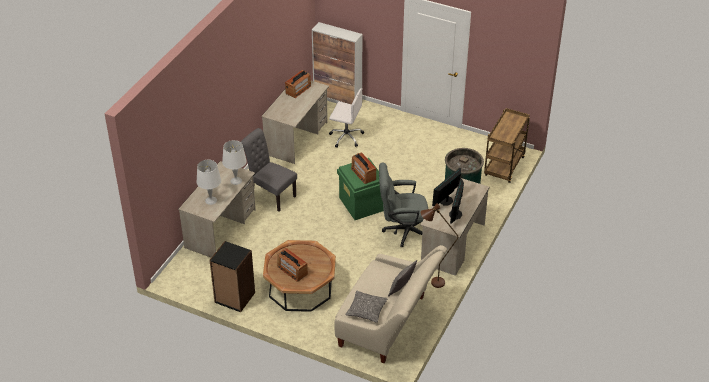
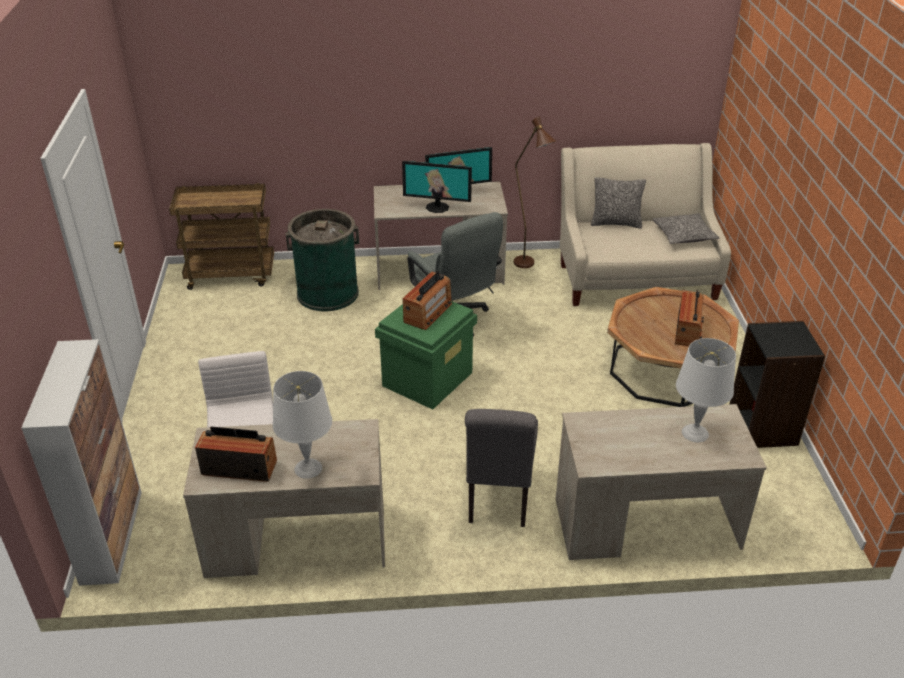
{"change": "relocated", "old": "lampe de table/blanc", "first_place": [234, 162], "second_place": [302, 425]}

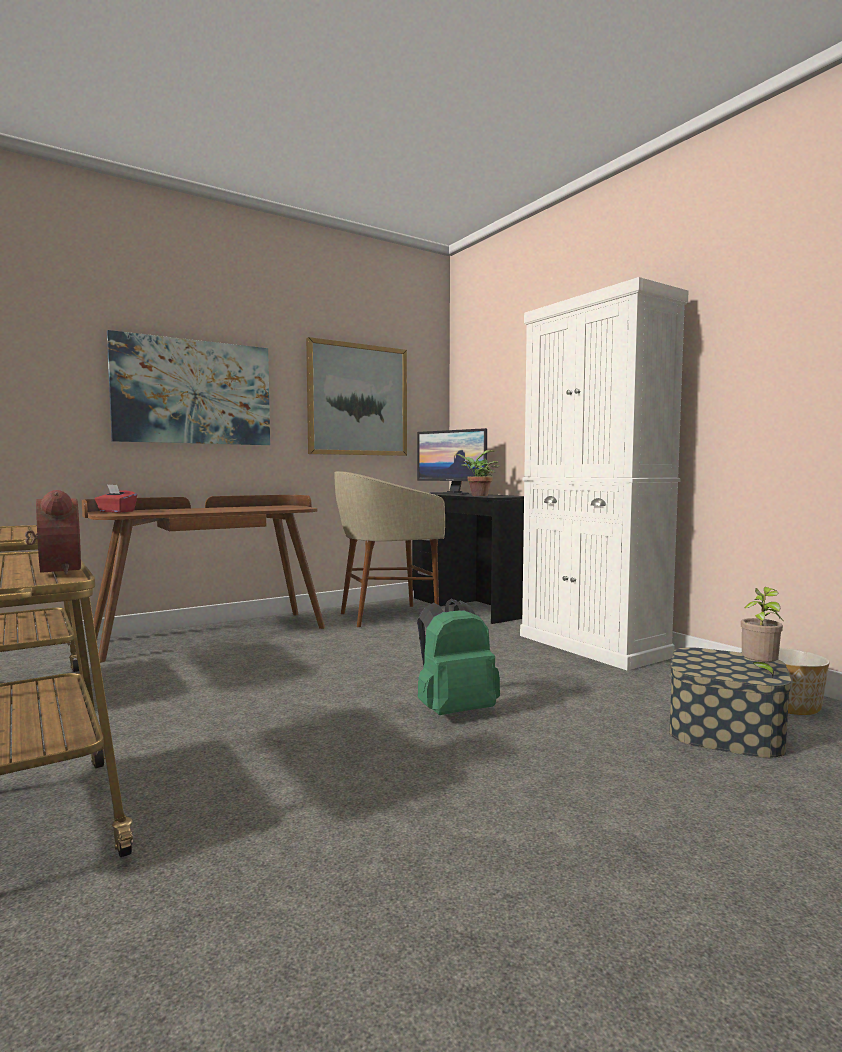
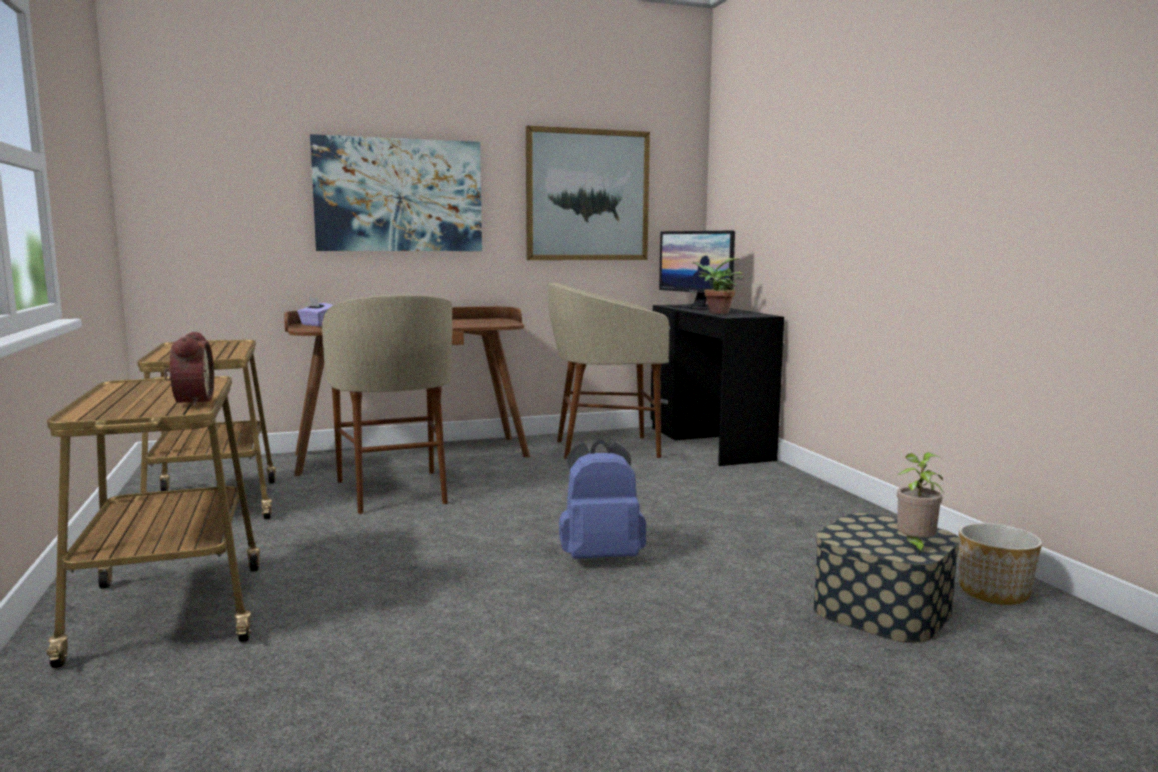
{"change": "missing", "old": "meuble de rangement/blanc", "first_place": [604, 474]}
{"change": "colour", "old": "boîte à mouchoirs/rouge", "new": "boîte à mouchoirs/violet", "first_place": [116, 498], "second_place": [315, 311]}
{"change": "colour", "old": "sac à dos/vert", "new": "sac à dos/bleu", "first_place": [458, 657], "second_place": [602, 499]}
{"change": "appeared", "new": "tabouret/beige", "second_place": [387, 404]}

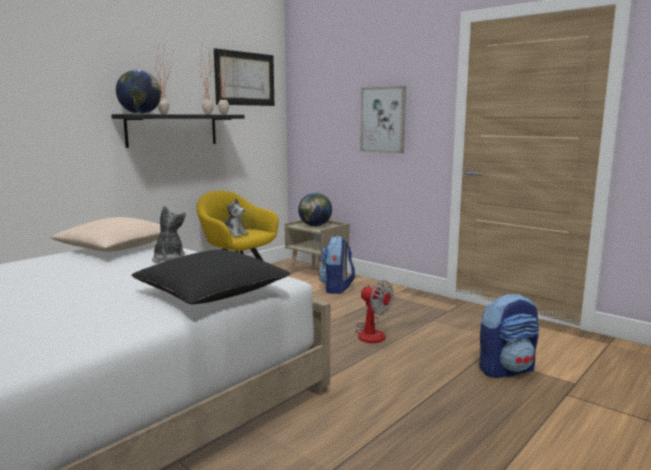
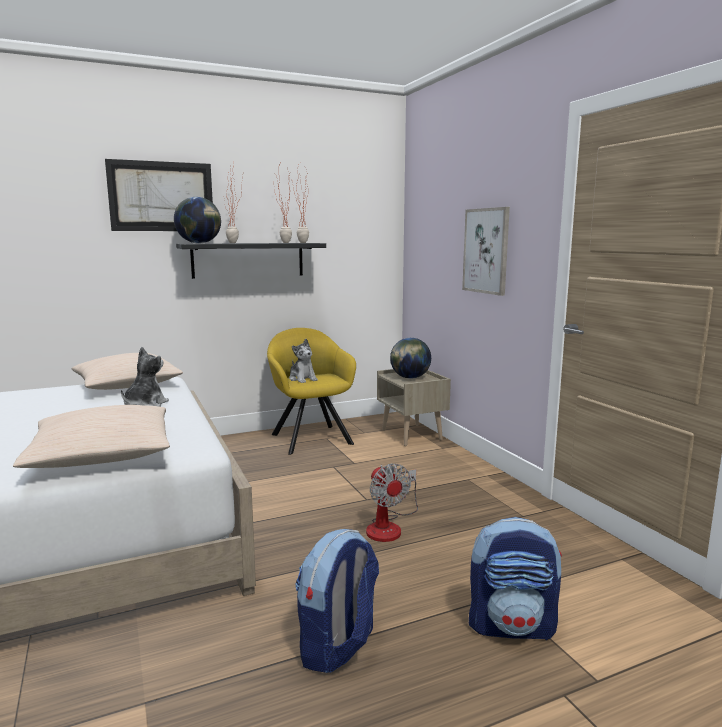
{"change": "relocated", "old": "tableau", "first_place": [244, 77], "second_place": [159, 195]}
{"change": "relocated", "old": "sac à dos", "first_place": [336, 265], "second_place": [337, 601]}
{"change": "colour", "old": "coussin/noir", "new": "coussin/beige", "first_place": [211, 277], "second_place": [91, 436]}

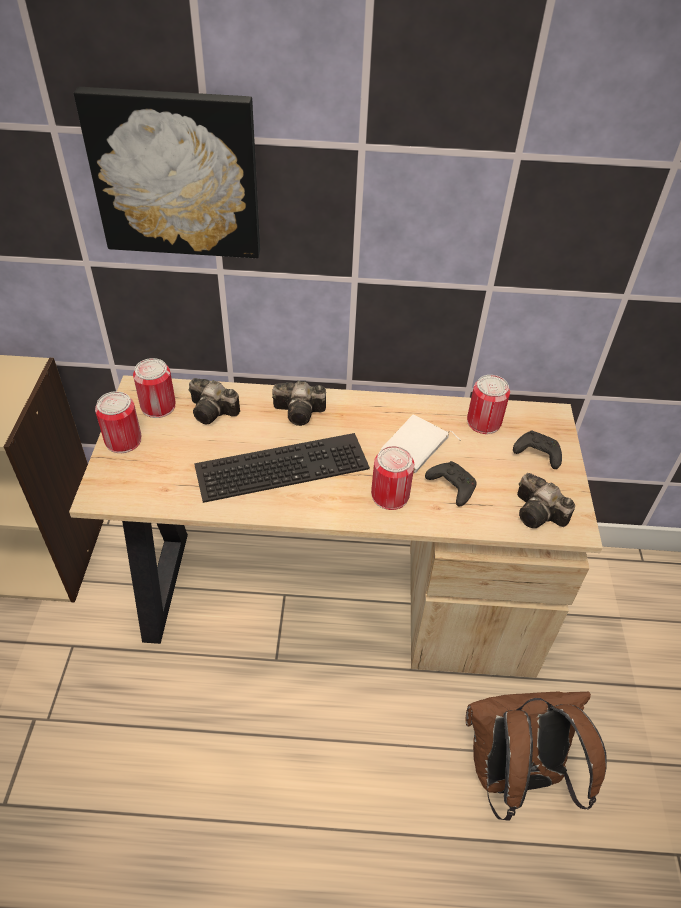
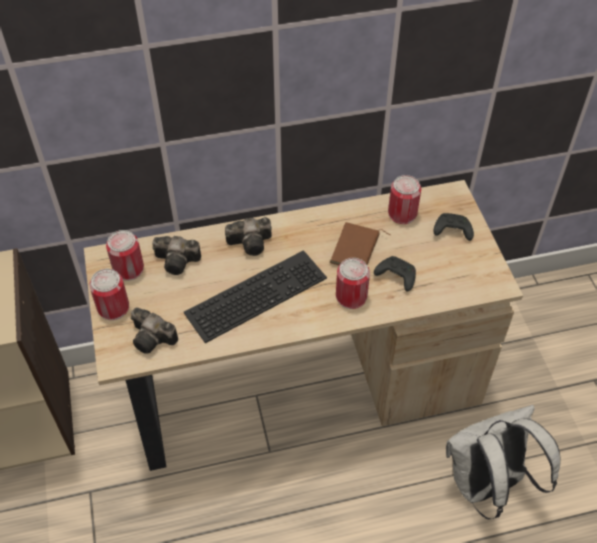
{"change": "missing", "old": "tableau", "first_place": [167, 172]}
{"change": "colour", "old": "livre/blanc", "new": "livre/marron", "first_place": [421, 444], "second_place": [360, 244]}
{"change": "relocated", "old": "appareil photo", "first_place": [546, 500], "second_place": [154, 330]}
{"change": "colour", "old": "sac à dos/marron", "new": "sac à dos/blanc", "first_place": [536, 756], "second_place": [503, 462]}

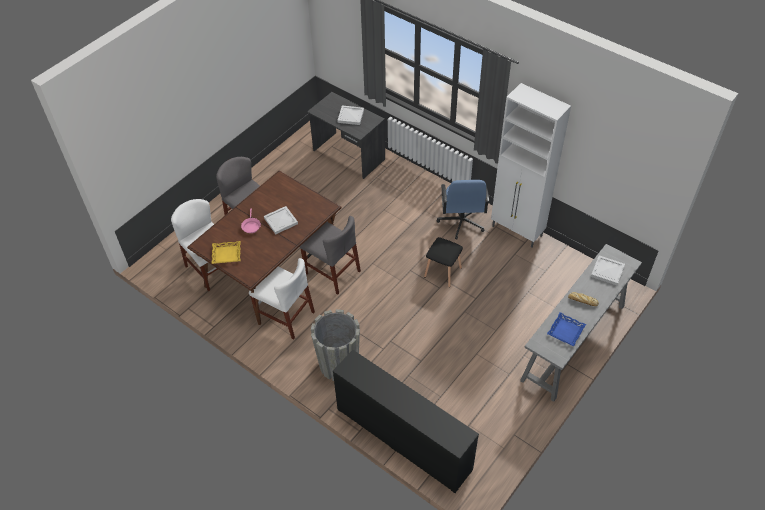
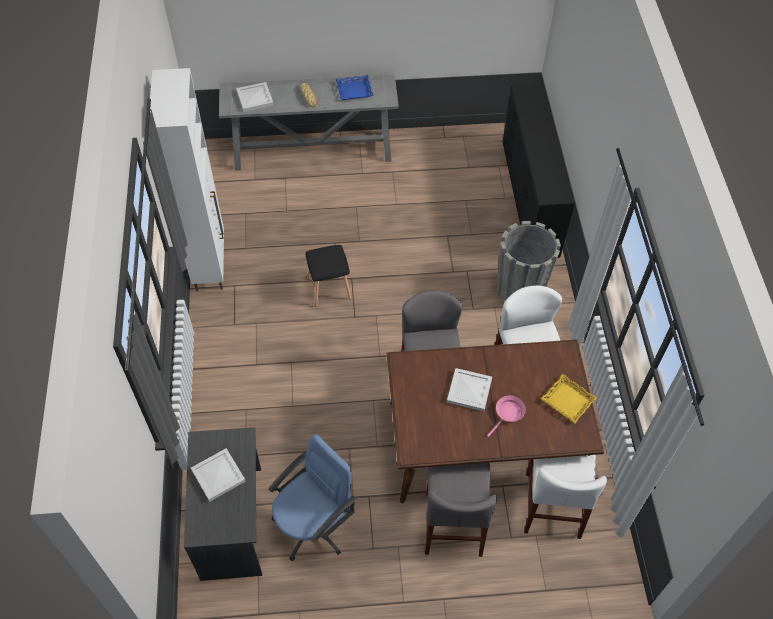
{"change": "relocated", "old": "chaise de bureau/bleu", "first_place": [463, 210], "second_place": [312, 497]}

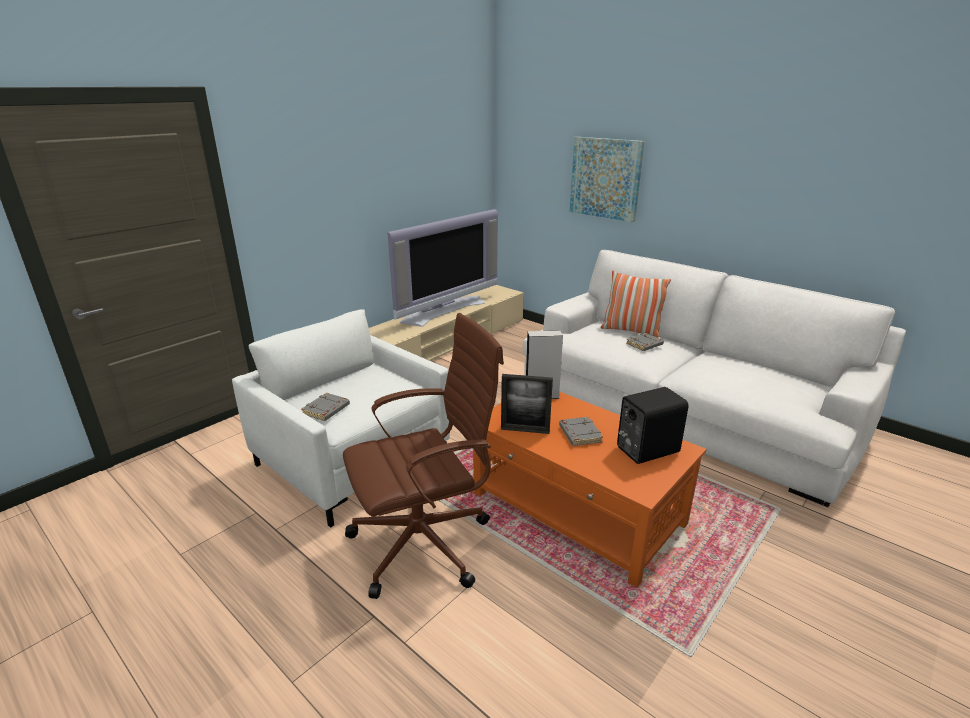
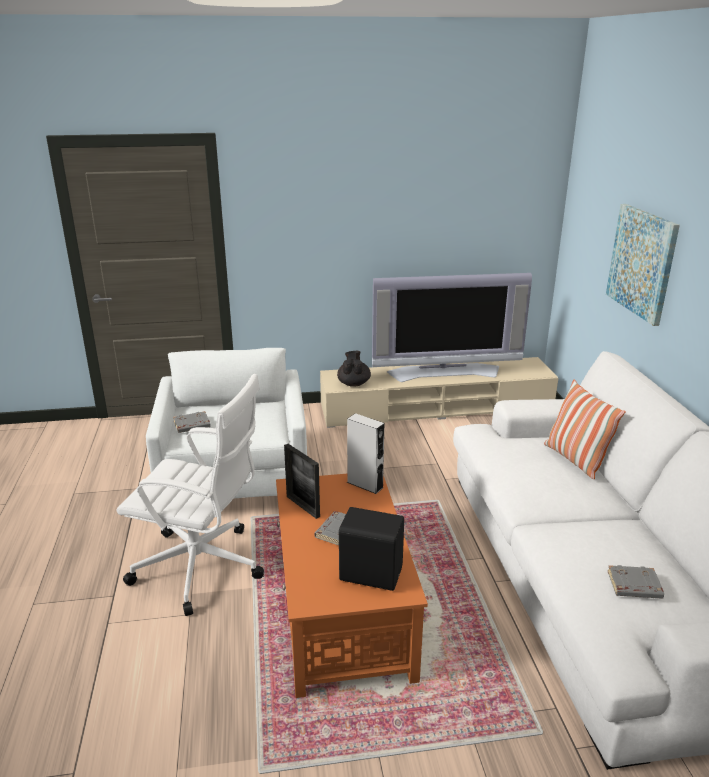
{"change": "colour", "old": "chaise de bureau/marron", "new": "chaise de bureau/blanc", "first_place": [423, 456], "second_place": [190, 495]}
{"change": "relocated", "old": "livre/gris", "first_place": [645, 342], "second_place": [636, 582]}
{"change": "appeared", "new": "théière/noir", "second_place": [354, 369]}

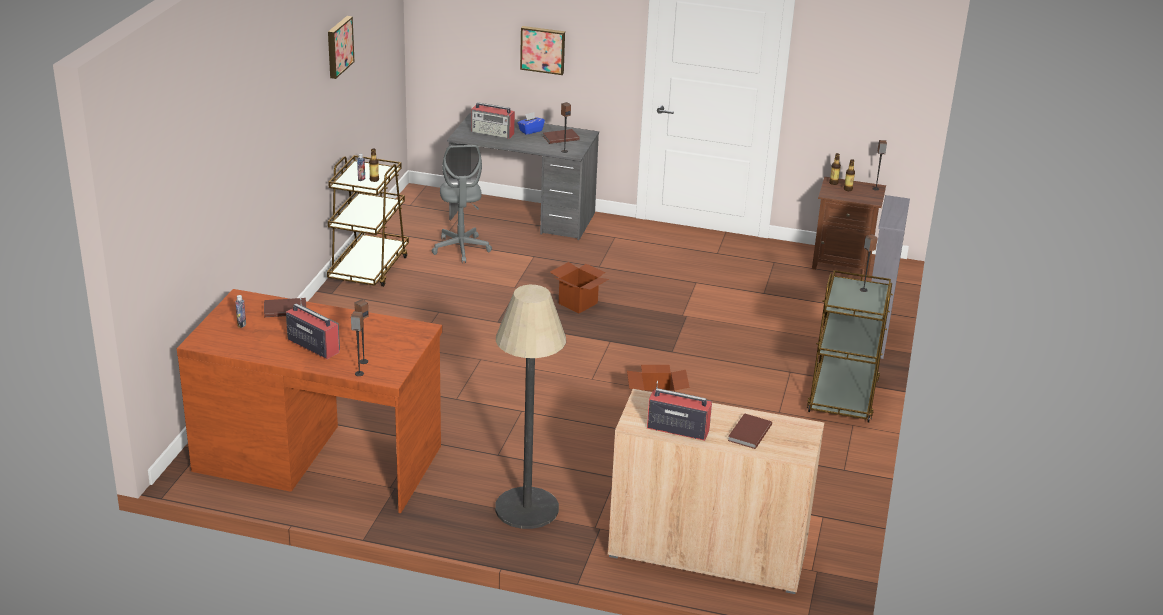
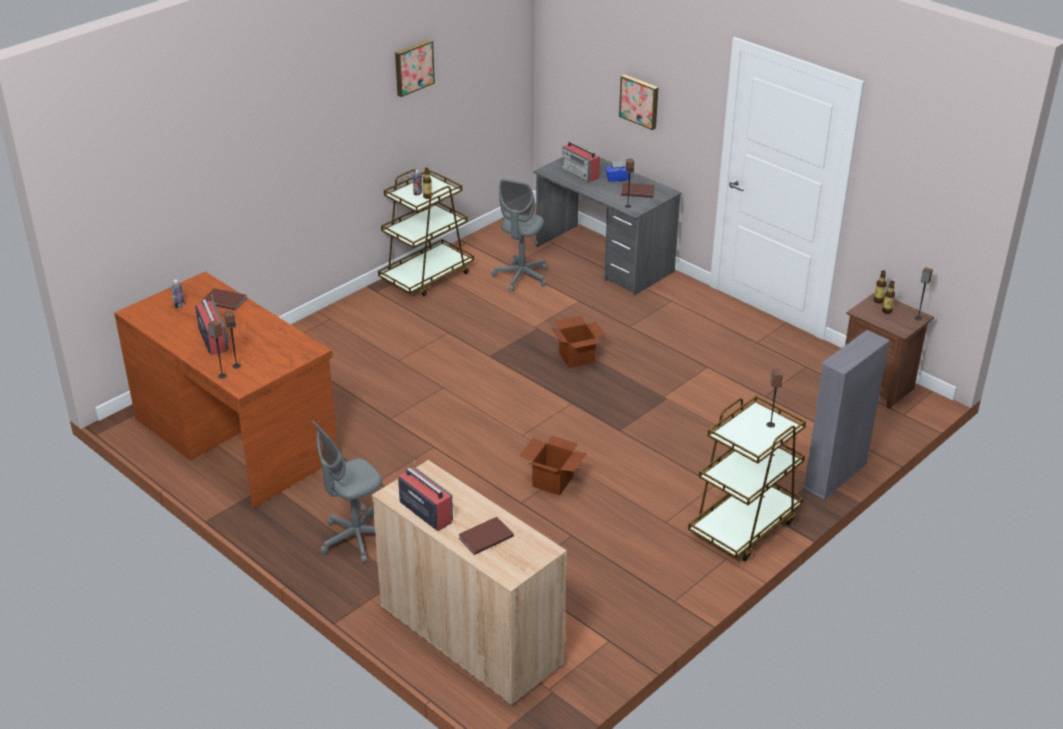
{"change": "exchanged", "old": "lampadaire", "new": "chaise de bureau/gris", "first_place": [530, 407], "second_place": [347, 491]}

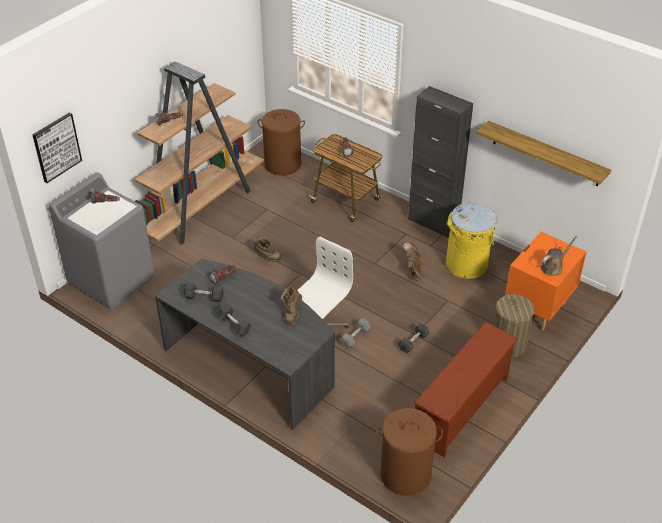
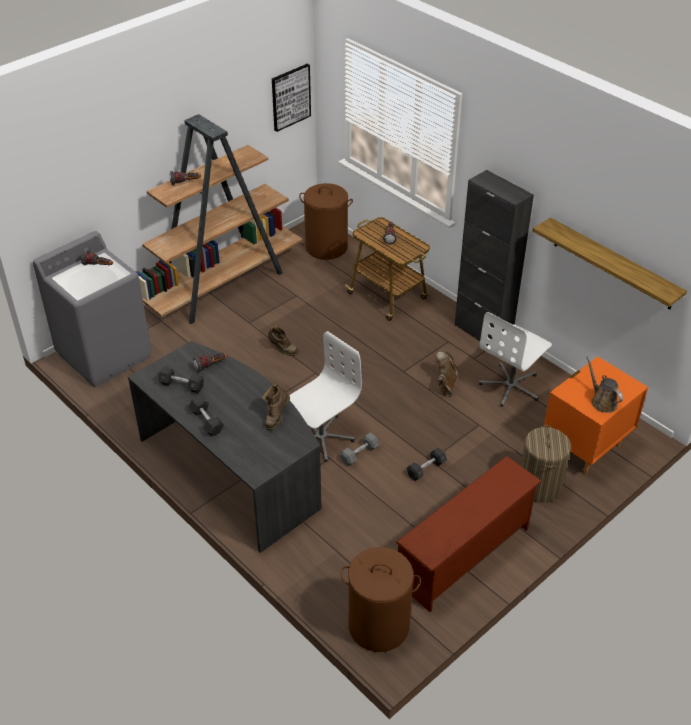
{"change": "relocated", "old": "tableau", "first_place": [57, 147], "second_place": [291, 98]}
{"change": "exchanged", "old": "poubelle/jaune", "new": "chaise de bureau/blanc", "first_place": [471, 241], "second_place": [515, 359]}
{"change": "spun", "old": "arrosoir/marron", "first_place": [559, 256], "second_place": [604, 384], "degrees": -90}

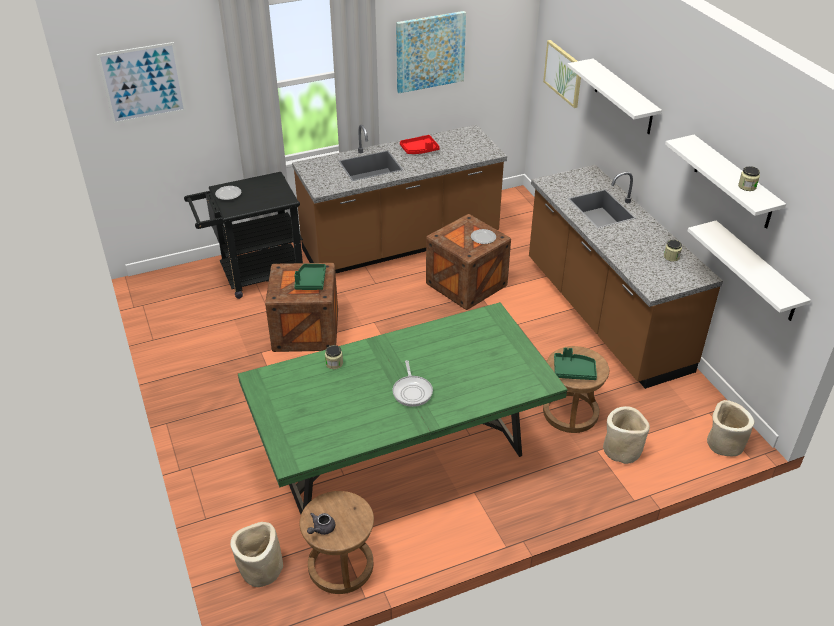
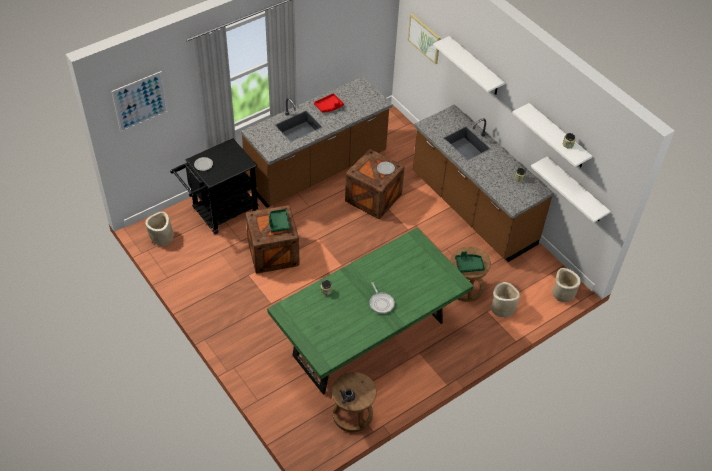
{"change": "missing", "old": "tableau", "first_place": [431, 52]}
{"change": "relocated", "old": "cache-pot/beige", "first_place": [256, 554], "second_place": [159, 229]}

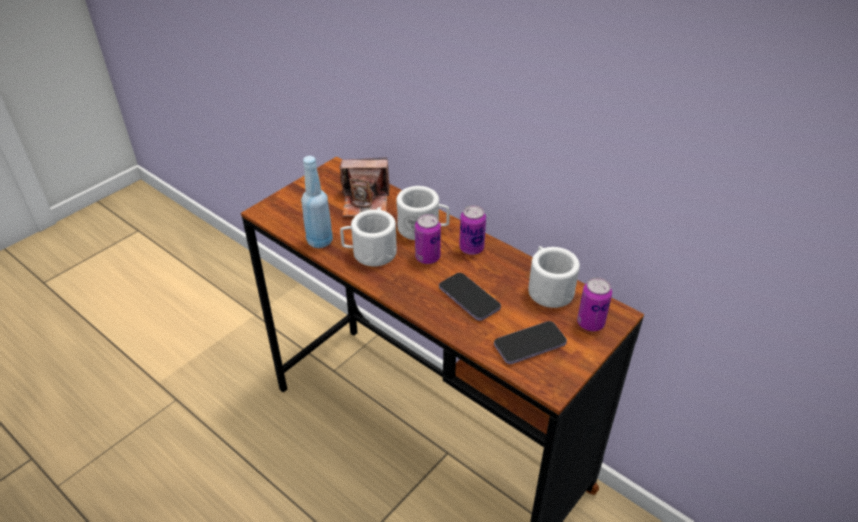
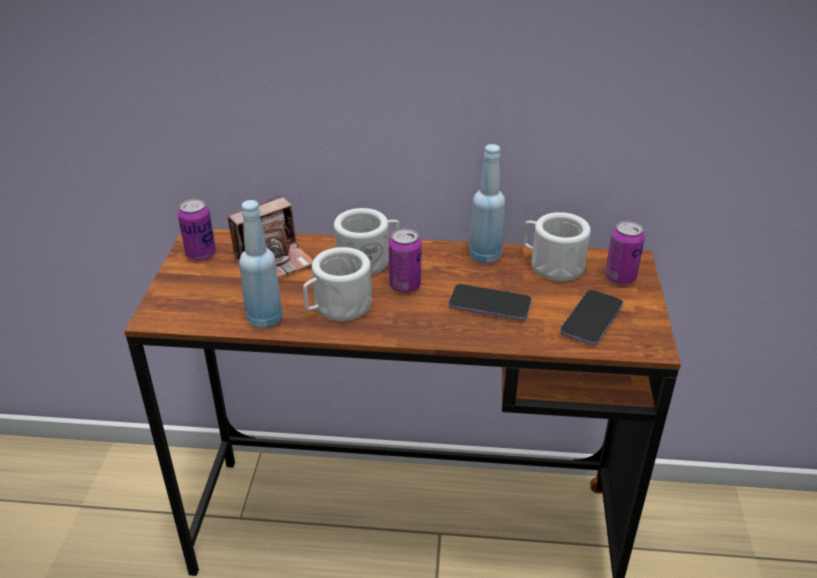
{"change": "relocated", "old": "boîte métallique", "first_place": [472, 230], "second_place": [197, 230]}
{"change": "appeared", "new": "bouteille/bleu", "second_place": [487, 204]}

